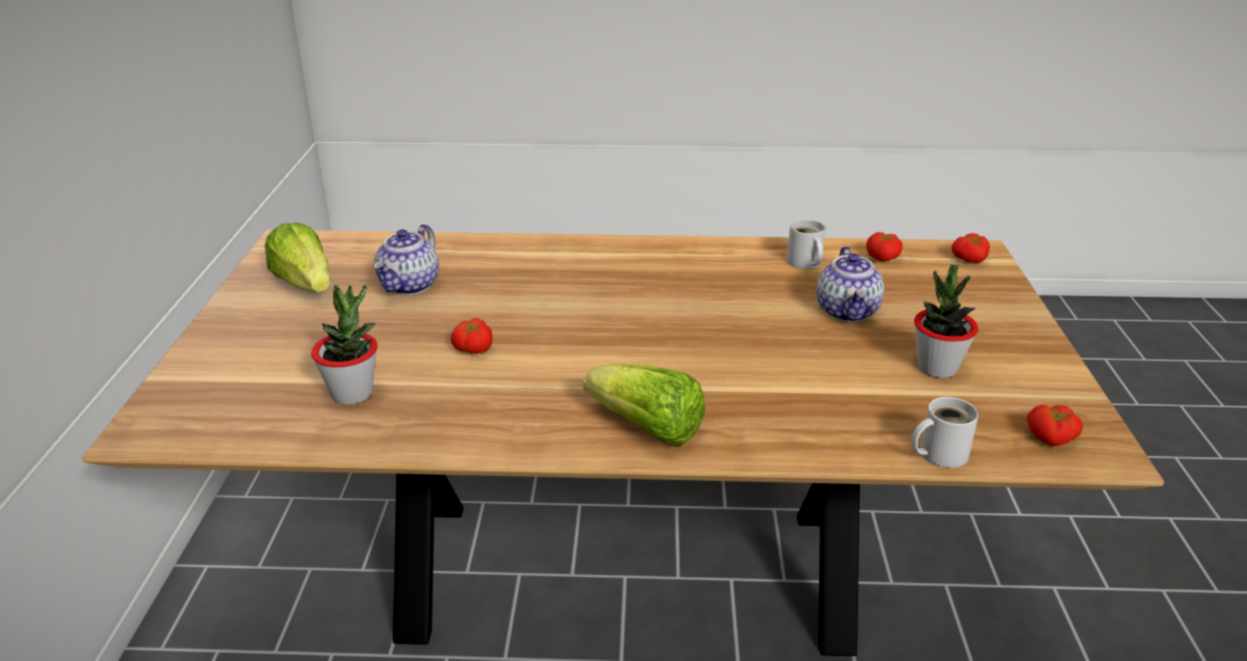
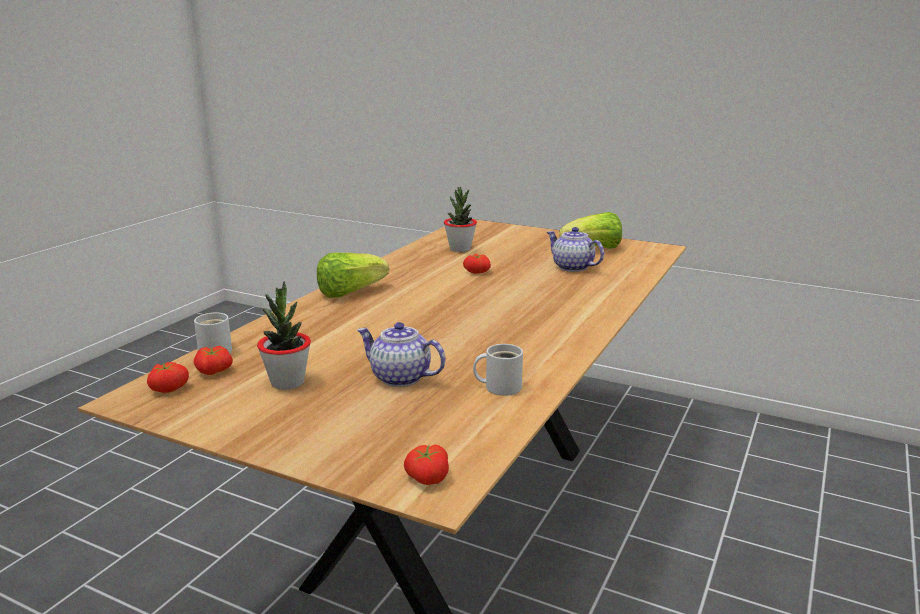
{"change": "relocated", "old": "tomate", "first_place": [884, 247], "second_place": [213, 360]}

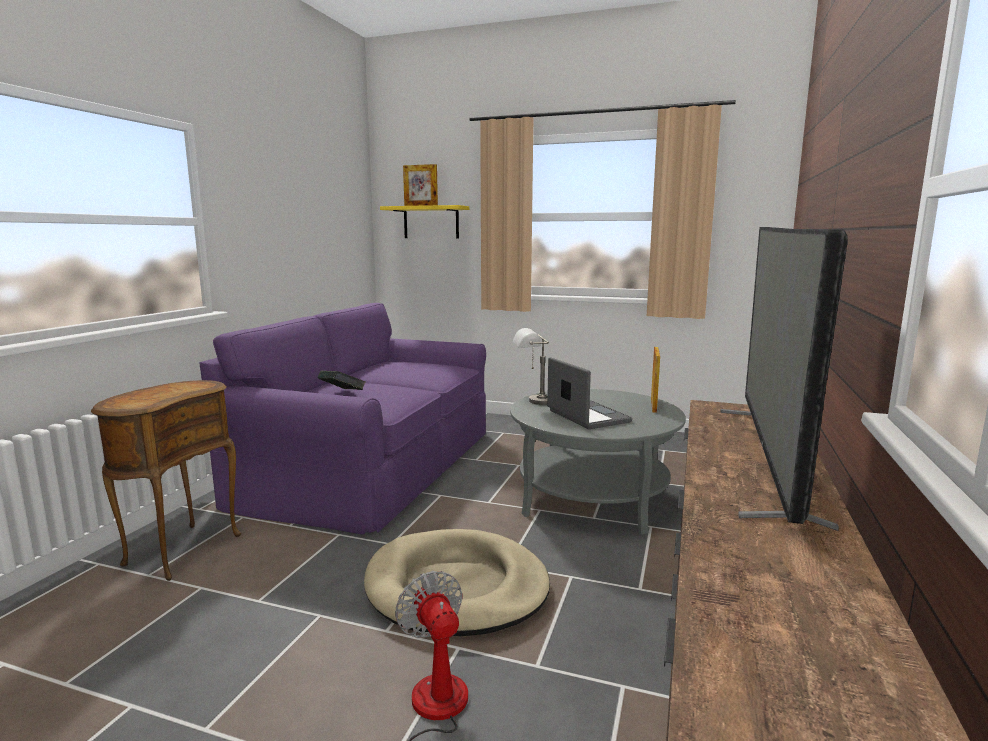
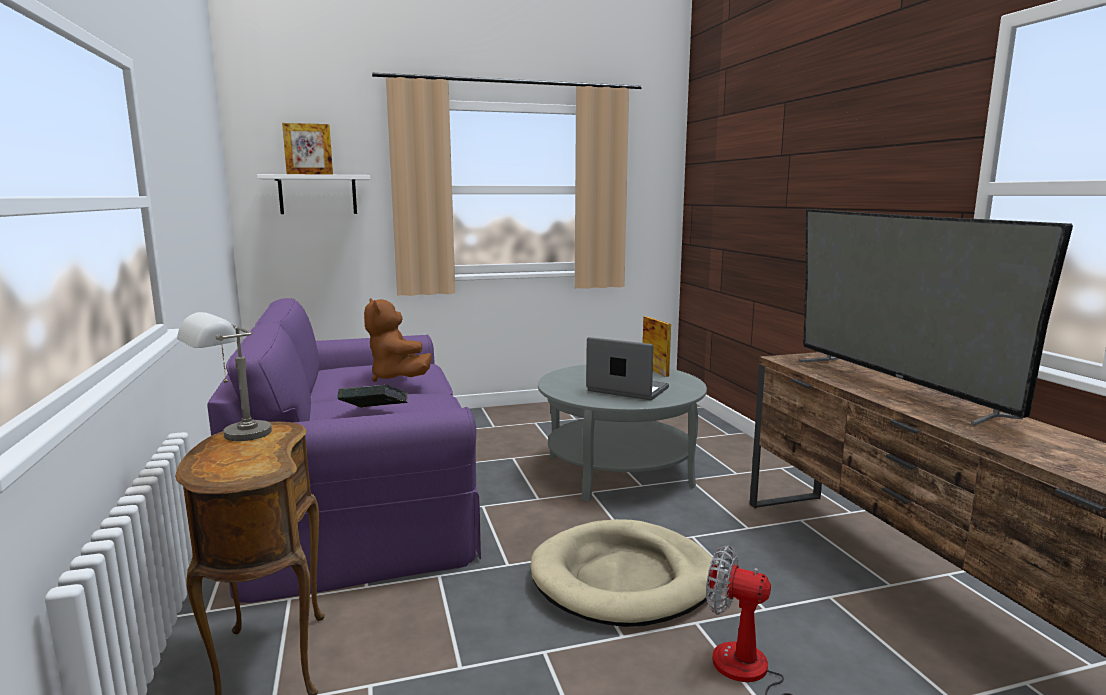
{"change": "colour", "old": "étagère/jaune", "new": "étagère/blanc", "first_place": [424, 221], "second_place": [313, 194]}
{"change": "relocated", "old": "lampe de table/gris", "first_place": [531, 366], "second_place": [224, 376]}
{"change": "appeared", "new": "peluche/marron", "second_place": [398, 340]}

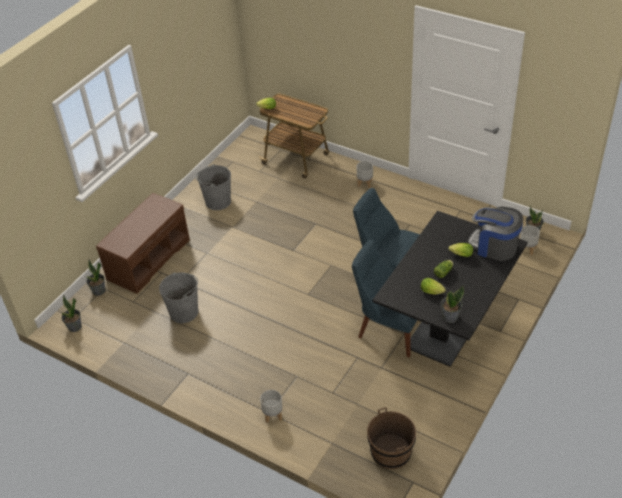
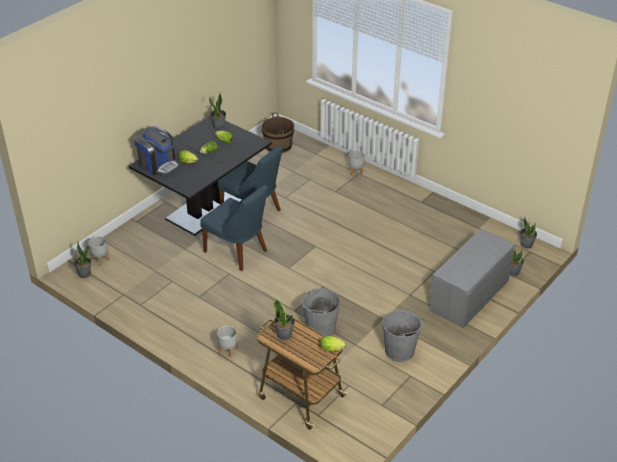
{"change": "colour", "old": "banc/marron", "new": "banc/gris", "first_place": [143, 243], "second_place": [472, 278]}
{"change": "relocated", "old": "seau/gris", "first_place": [178, 297], "second_place": [320, 312]}
{"change": "appeared", "new": "plante en pot", "second_place": [284, 319]}

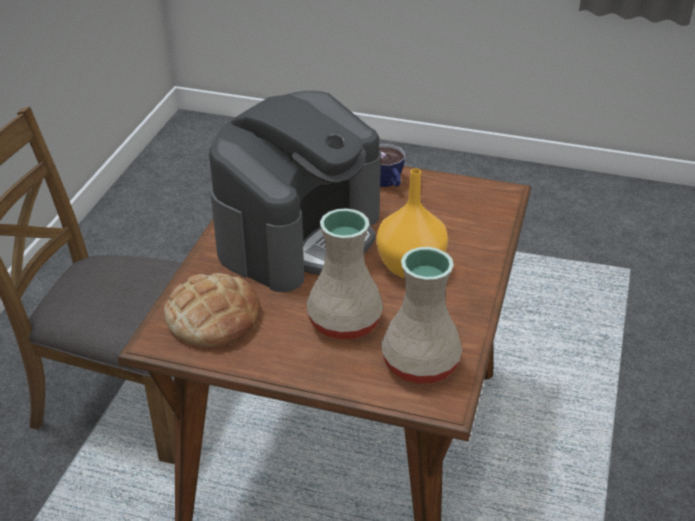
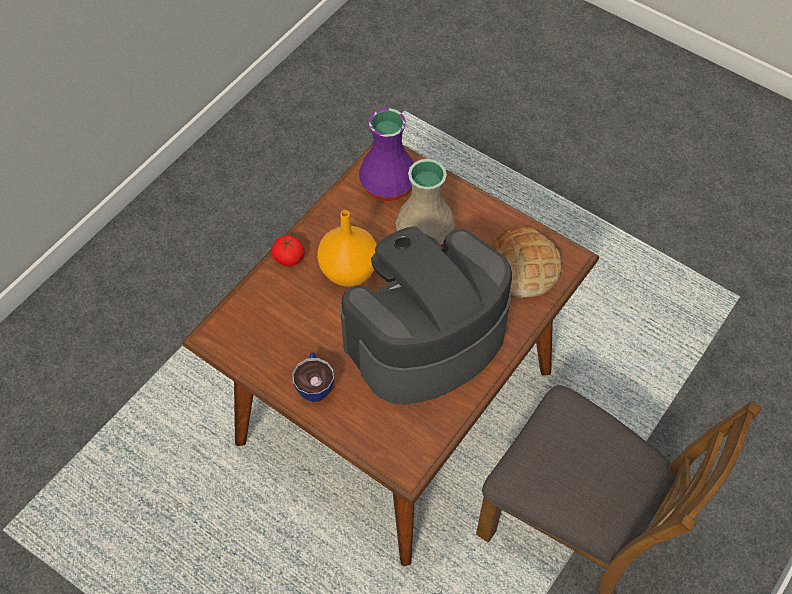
{"change": "colour", "old": "vase/beige", "new": "vase/violet", "first_place": [422, 315], "second_place": [386, 154]}
{"change": "appeared", "new": "tomate", "second_place": [288, 251]}

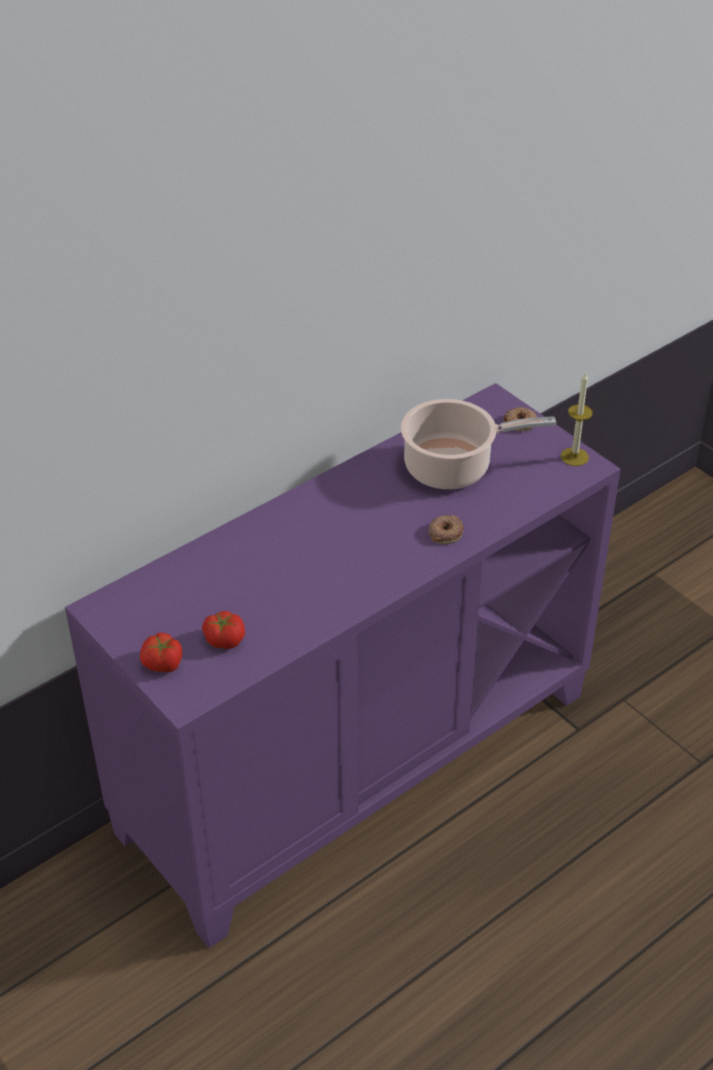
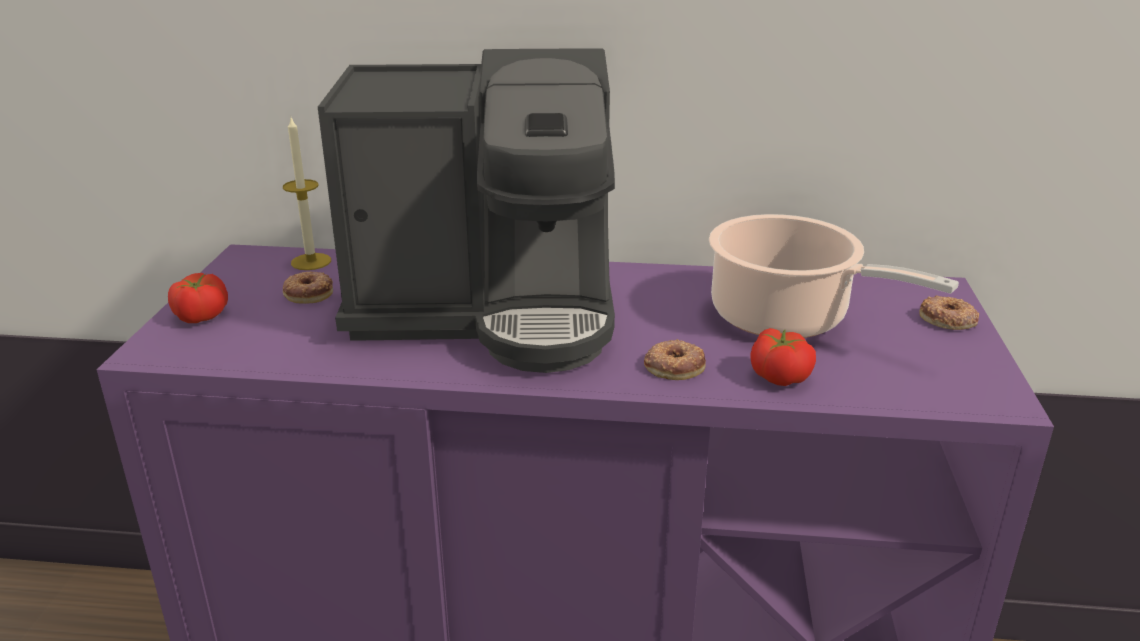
{"change": "relocated", "old": "bougie", "first_place": [577, 419], "second_place": [307, 194]}
{"change": "relocated", "old": "tomate", "first_place": [223, 630], "second_place": [783, 357]}
{"change": "appeared", "new": "machine à café", "second_place": [466, 210]}
{"change": "appeared", "new": "beignet", "second_place": [308, 287]}

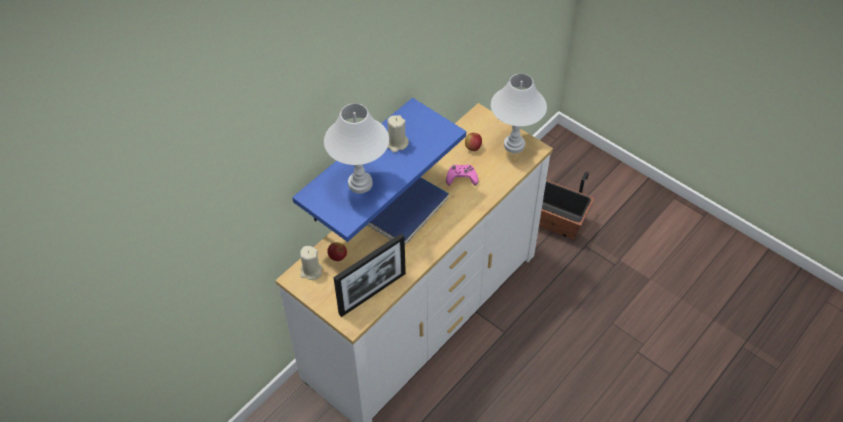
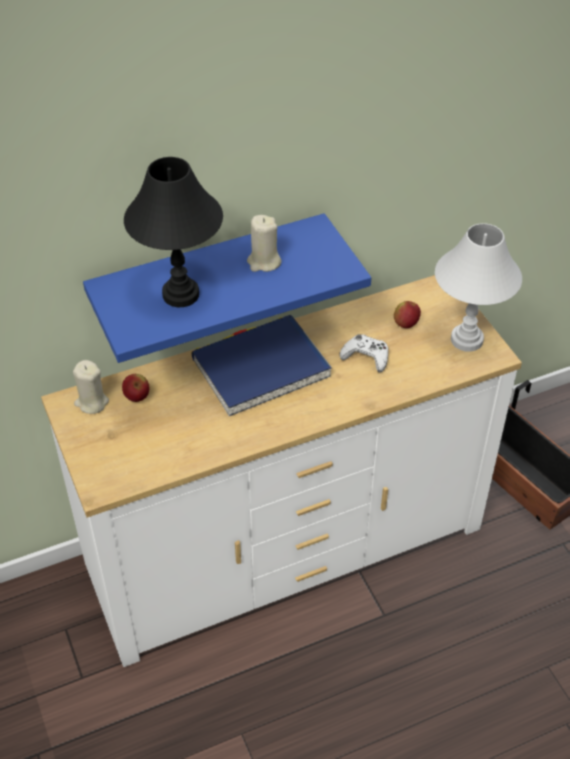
{"change": "colour", "old": "lampe de table/blanc", "new": "lampe de table/noir", "first_place": [356, 148], "second_place": [173, 232]}
{"change": "colour", "old": "manette/rose", "new": "manette/blanc", "first_place": [462, 175], "second_place": [364, 353]}
{"change": "missing", "old": "cadre photo", "first_place": [370, 275]}

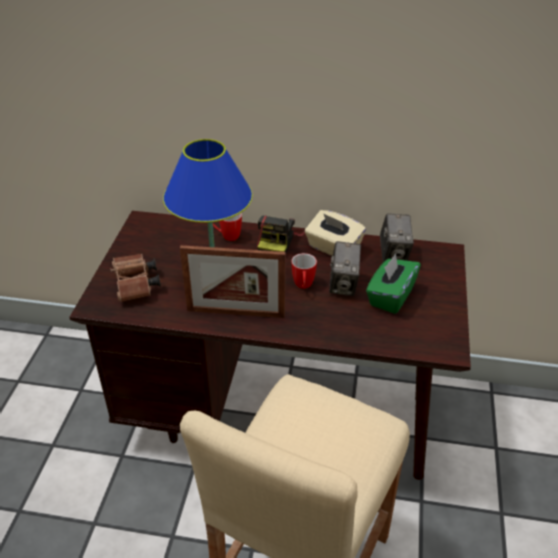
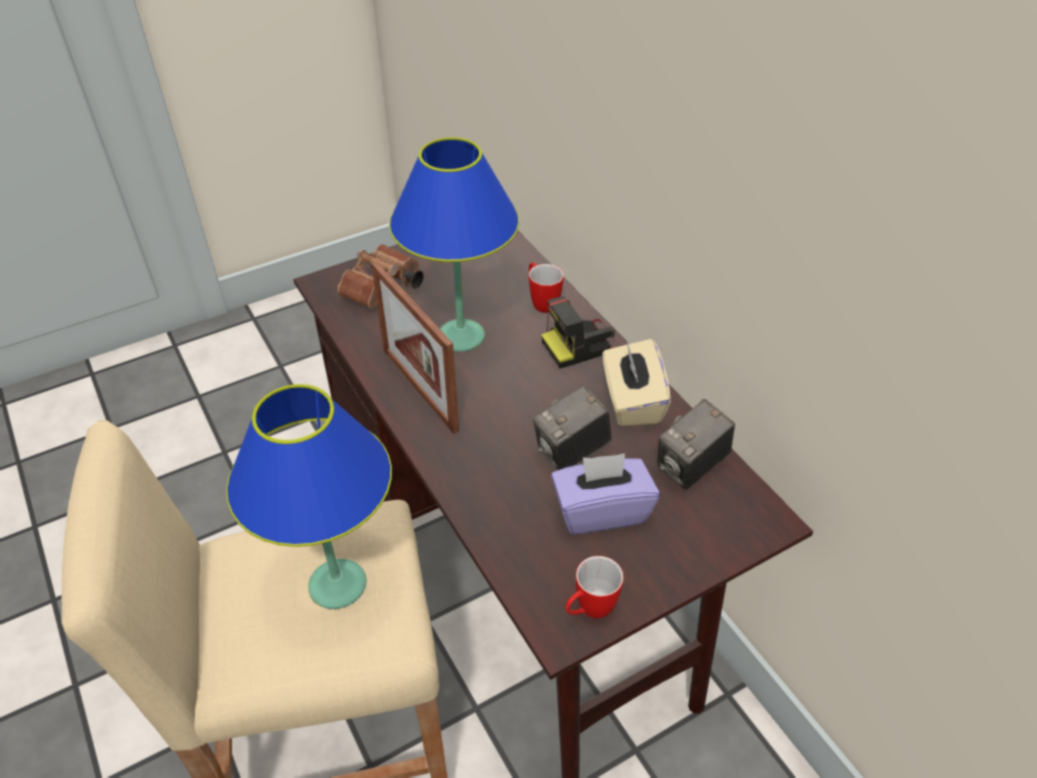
{"change": "relocated", "old": "mug", "first_place": [304, 271], "second_place": [594, 587]}
{"change": "colour", "old": "boîte à mouchoirs/vert", "new": "boîte à mouchoirs/violet", "first_place": [393, 284], "second_place": [605, 494]}
{"change": "appeared", "new": "lampe de table/bleu", "second_place": [309, 496]}

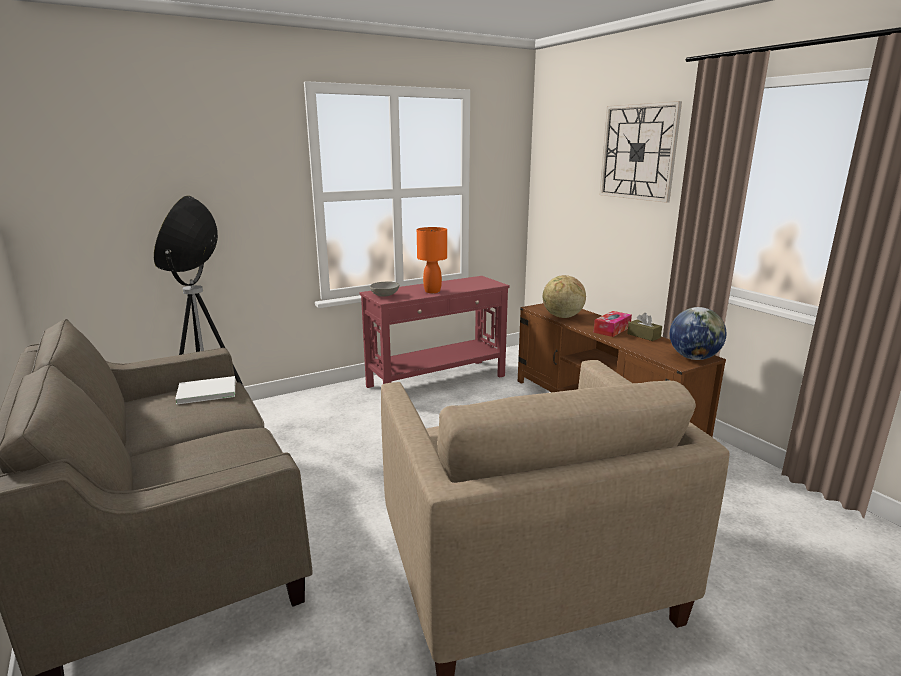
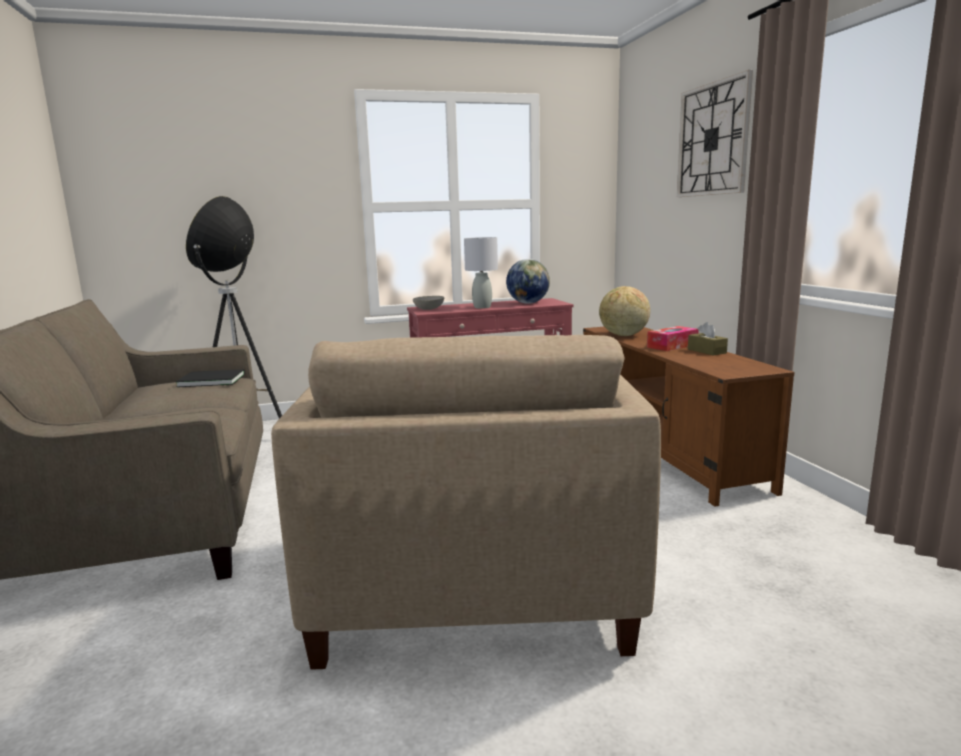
{"change": "colour", "old": "lampe de table/orange", "new": "lampe de table/gris", "first_place": [432, 260], "second_place": [481, 273]}
{"change": "relocated", "old": "globe", "first_place": [698, 333], "second_place": [528, 281]}
{"change": "colour", "old": "livre/blanc", "new": "livre/noir", "first_place": [205, 390], "second_place": [210, 378]}

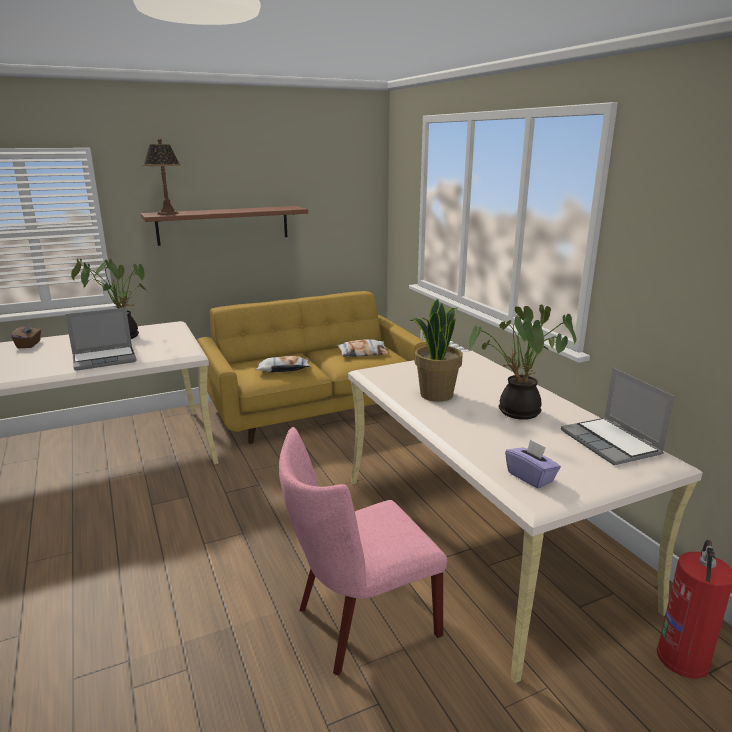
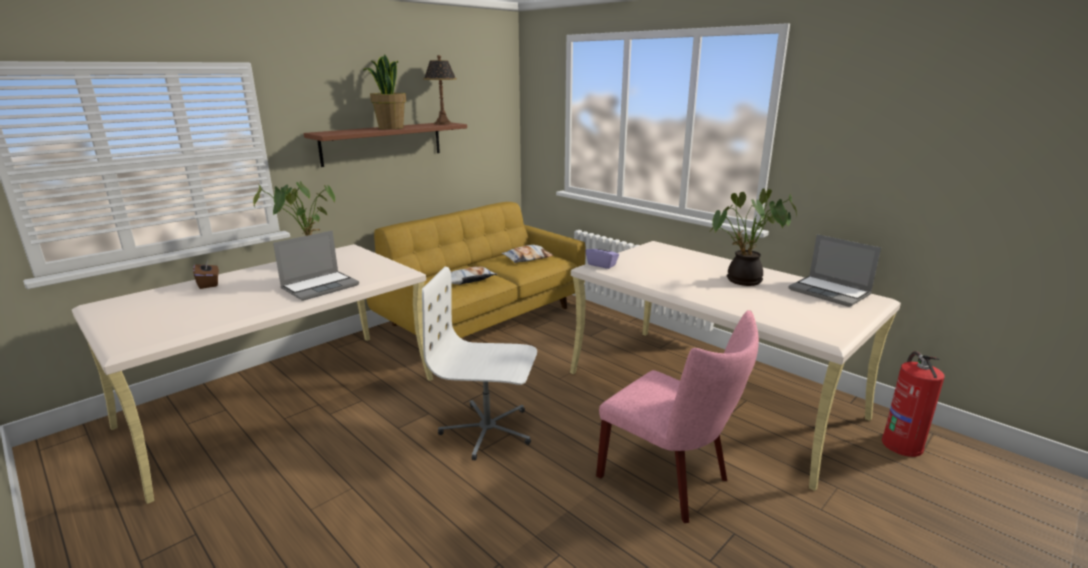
{"change": "relocated", "old": "lampe de table", "first_place": [162, 177], "second_place": [440, 90]}
{"change": "relocated", "old": "plante en pot", "first_place": [436, 350], "second_place": [384, 92]}
{"change": "spun", "old": "chaise/rose", "first_place": [363, 551], "second_place": [677, 416], "degrees": -90}
{"change": "relocated", "old": "boîte à mouchoirs/violet", "first_place": [533, 464], "second_place": [602, 255]}
{"change": "appeared", "new": "chaise de bureau/blanc", "second_place": [479, 364]}

